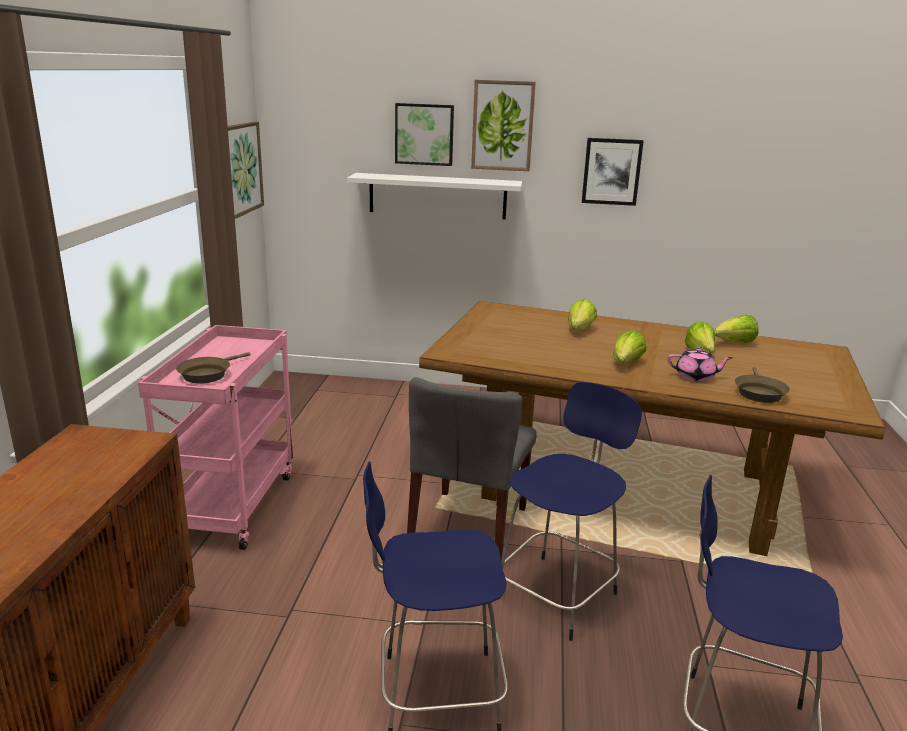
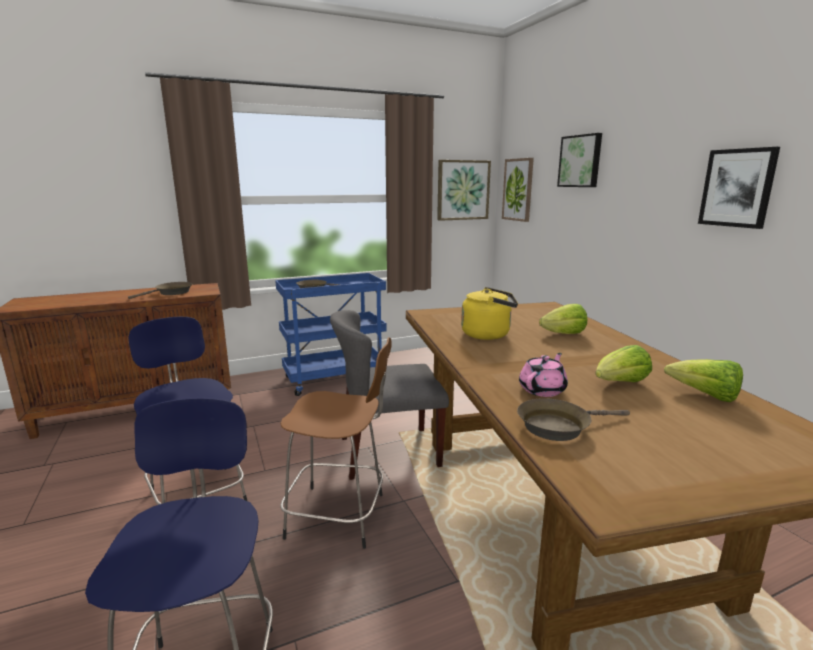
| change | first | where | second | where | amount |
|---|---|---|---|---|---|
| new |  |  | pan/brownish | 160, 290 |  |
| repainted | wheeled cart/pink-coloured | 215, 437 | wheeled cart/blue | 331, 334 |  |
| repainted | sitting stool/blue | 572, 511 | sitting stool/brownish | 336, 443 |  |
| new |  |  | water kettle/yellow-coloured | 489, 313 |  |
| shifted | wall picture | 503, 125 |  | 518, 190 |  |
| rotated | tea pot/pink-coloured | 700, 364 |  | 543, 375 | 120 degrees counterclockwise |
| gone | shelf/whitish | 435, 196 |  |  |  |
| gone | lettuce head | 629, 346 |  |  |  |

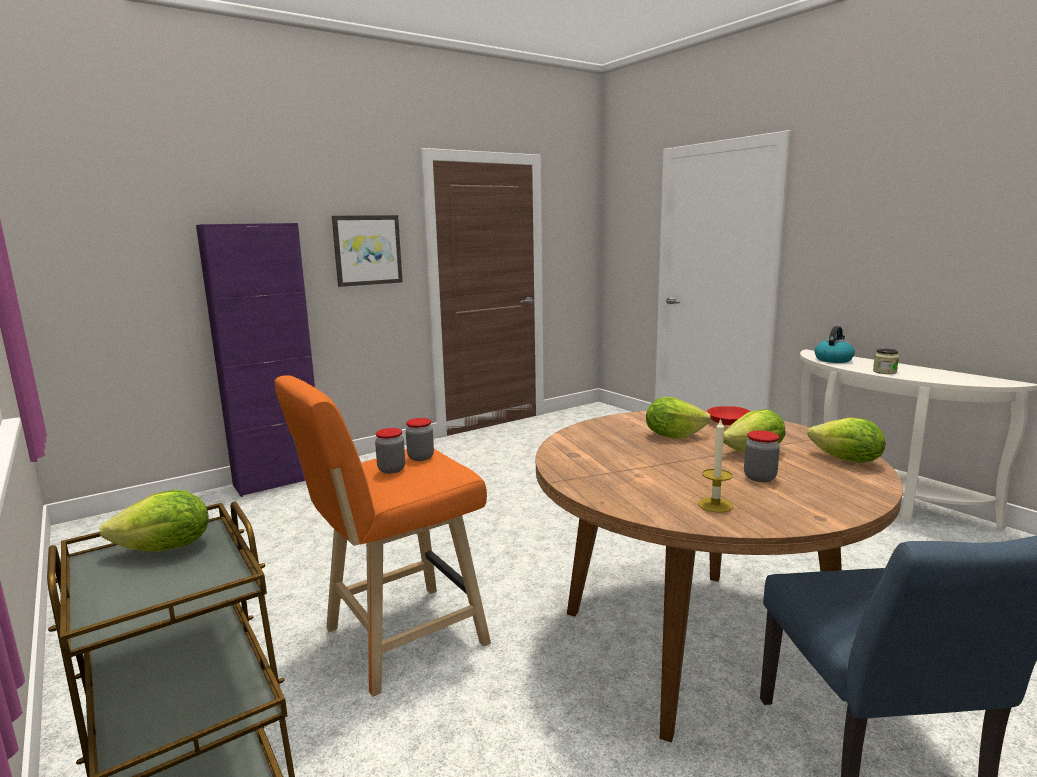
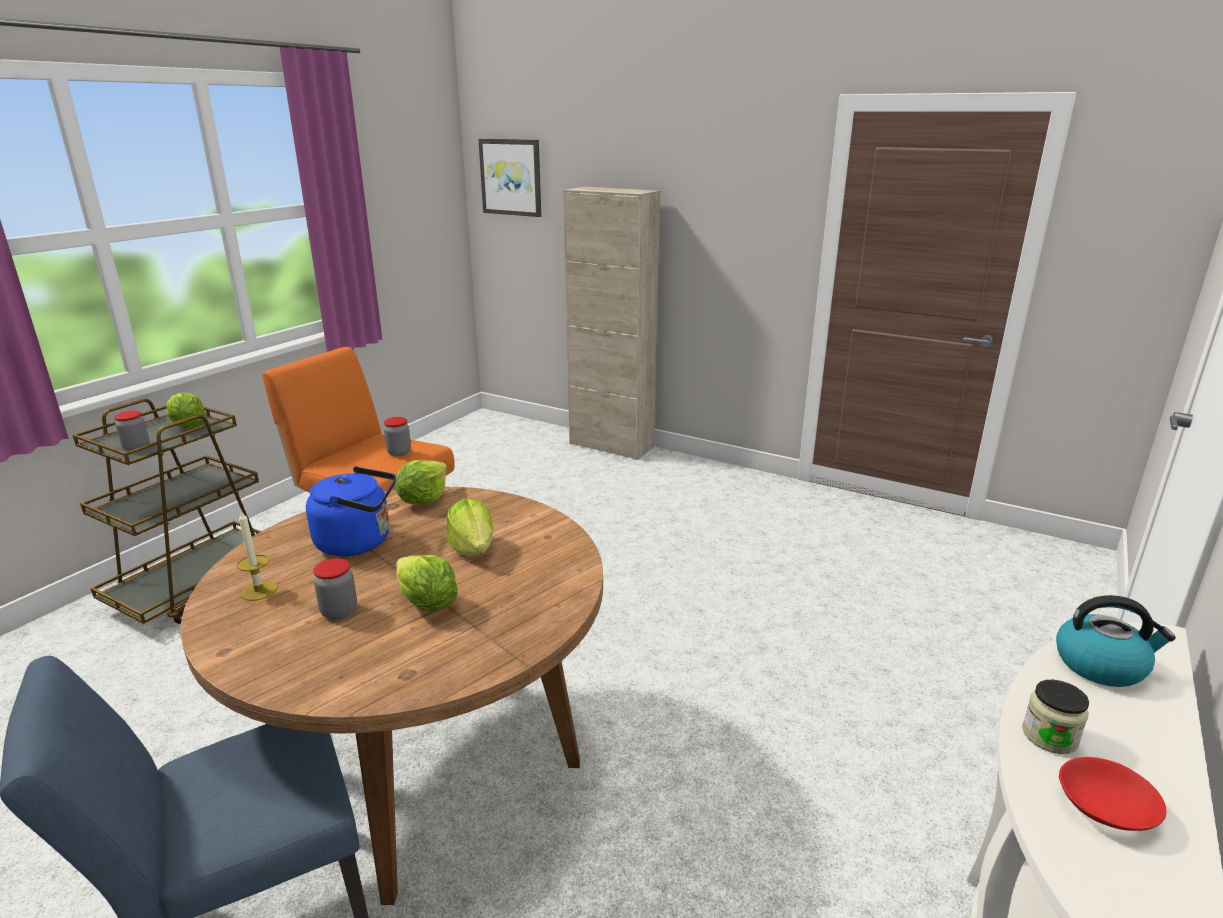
| change | first | where | second | where | amount |
|---|---|---|---|---|---|
| shifted | storage jar | 390, 451 |  | 132, 431 |  |
| new |  |  | water kettle/blue | 351, 511 |  |
| shifted | lettuce head | 846, 440 |  | 421, 482 |  |
| shifted | wall picture | 367, 251 |  | 510, 178 |  |
| repainted | cupboard/purplish | 255, 360 | cupboard/sand-coloured | 611, 323 |  |
| shifted | bowl/red-coloured | 729, 415 |  | 1113, 794 |  |

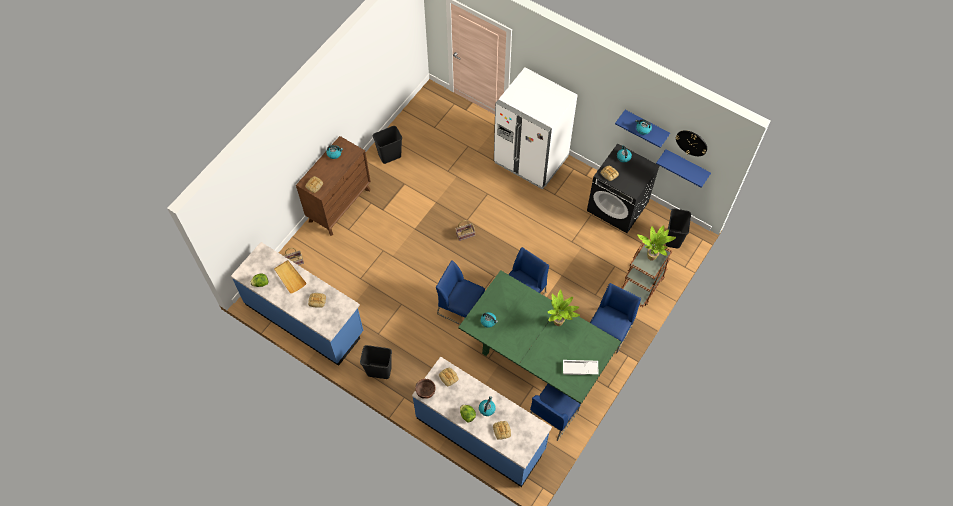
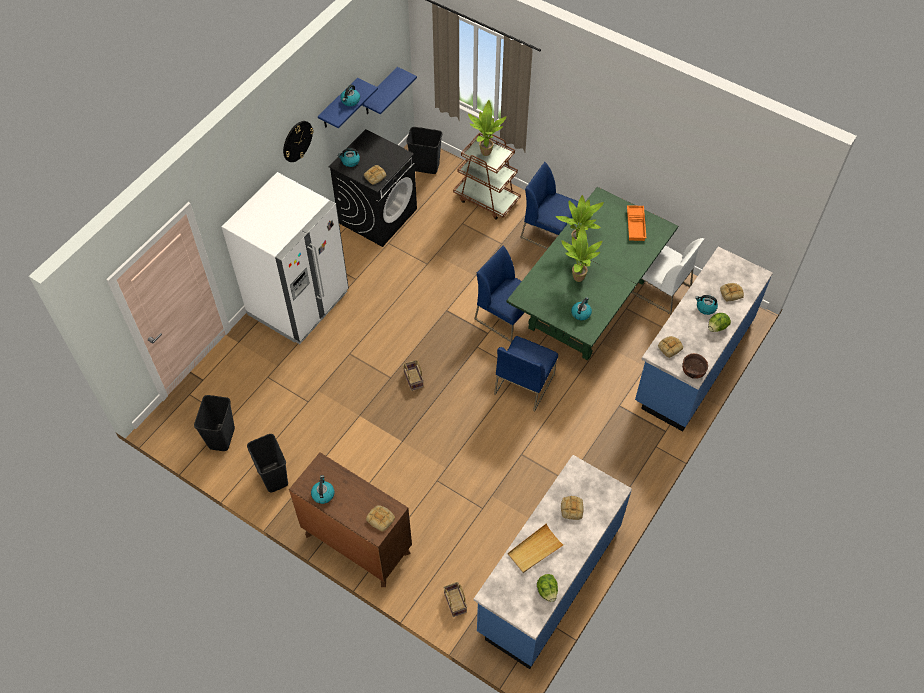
| change | first | where | second | where | amount |
|---|---|---|---|---|---|
| shifted | waste bin/blackish | 376, 362 |  | 214, 423 |  |
| shifted | clock on the wall | 691, 143 |  | 298, 141 |  |
| new |  |  | houseplant | 581, 253 |  |
| repainted | serving tray/whitish | 581, 367 | serving tray/orange-coloured | 636, 223 |  |
| repainted | upright chair/blue | 555, 412 | upright chair/whitish | 668, 276 |  |

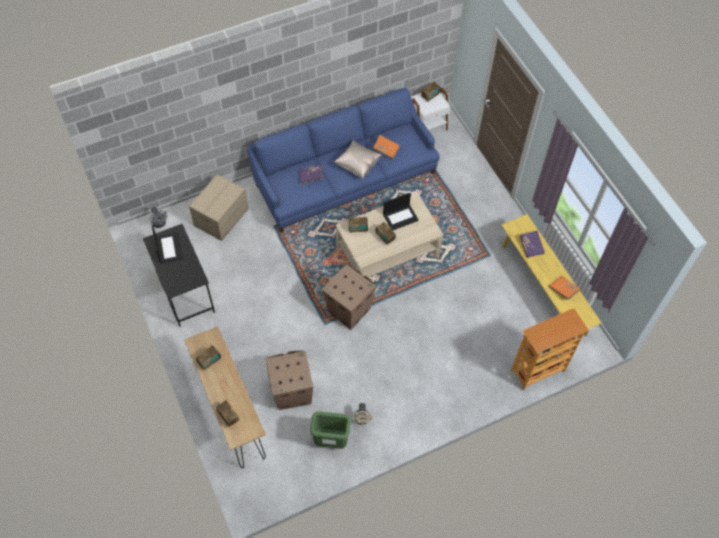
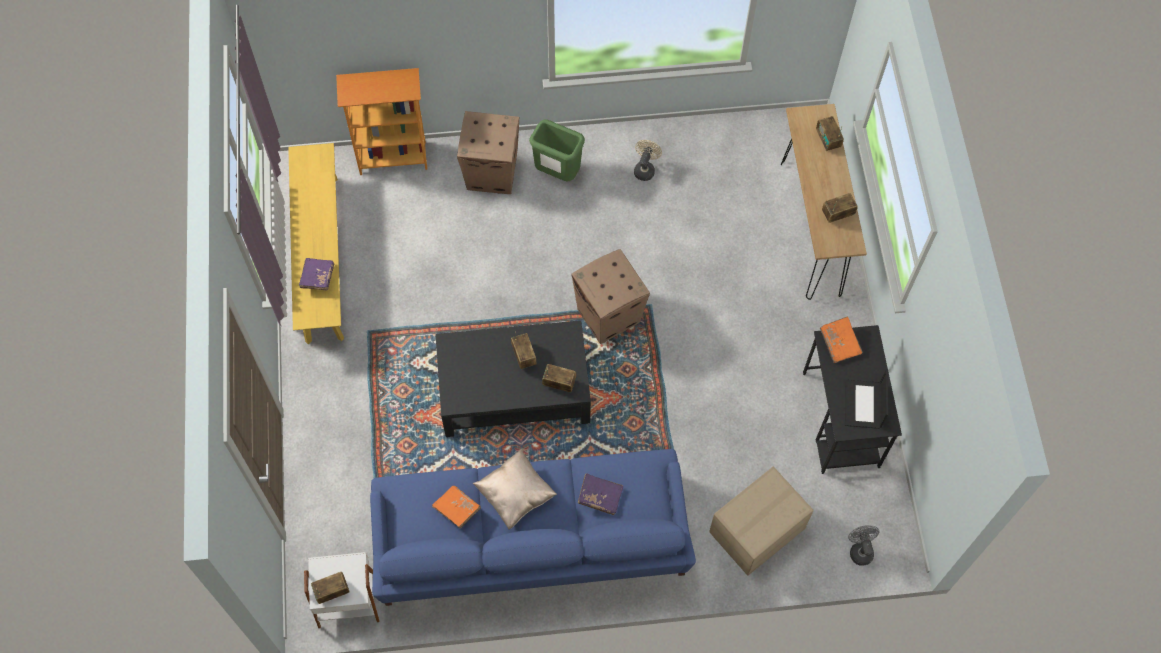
| change | first | where | second | where | amount |
|---|---|---|---|---|---|
| repainted | coffee table/sand-coloured | 390, 235 | coffee table/blackish | 513, 378 |  |
| shifted | carton | 289, 380 |  | 488, 152 |  |
| shifted | waste bin/green | 330, 430 |  | 557, 150 |  |
| shifted | volume/orange-coloured | 564, 288 |  | 841, 339 |  |
| gone | notebook computer | 401, 211 |  |  |  |

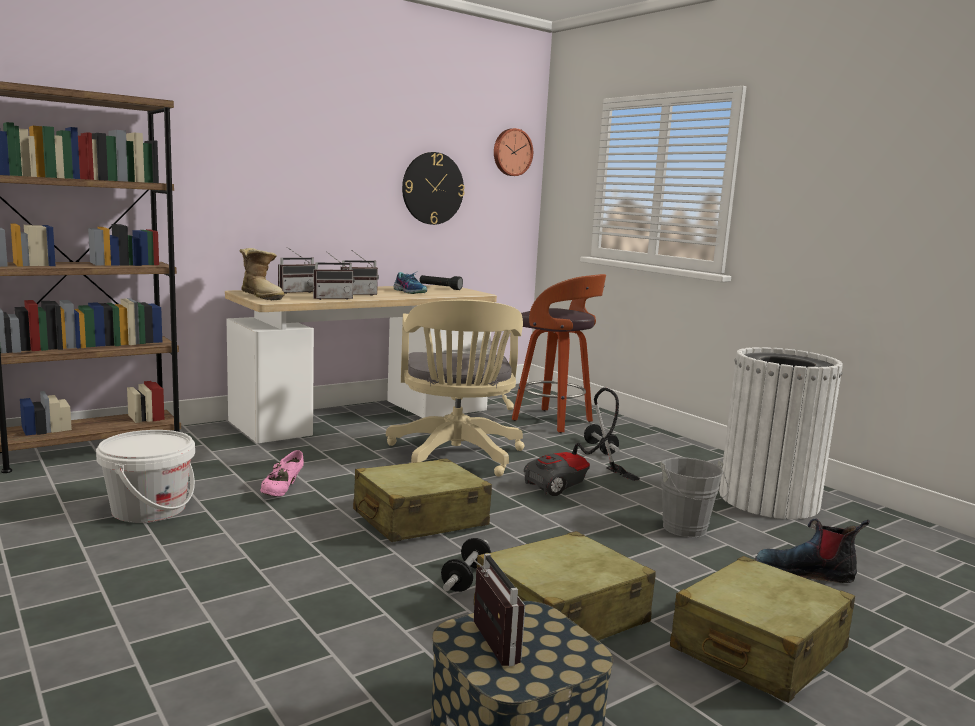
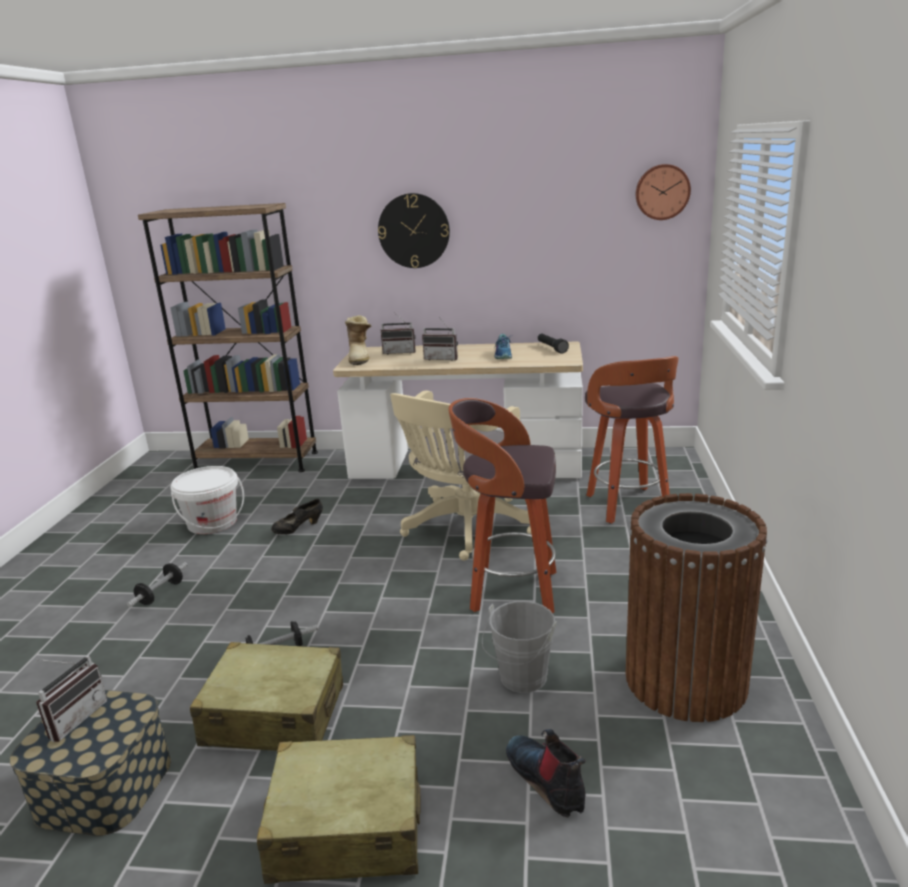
| change | first | where | second | where | amount |
|---|---|---|---|---|---|
| shifted | hand weight | 602, 439 |  | 157, 584 |  |
| repainted | low shoe/pink-coloured | 282, 473 | low shoe/blackish | 297, 516 |  |
| shifted | clock on the wall | 433, 188 |  | 414, 230 |  |
| swapped | hoover | 582, 442 | sitting stool | 502, 505 |  |
| repainted | waste bin/whitish | 781, 433 | waste bin/brownish | 697, 607 |  |
| gone | radio set | 334, 275 |  |  |  |
| gone | travel case/sand-coloured | 422, 500 |  |  |  |

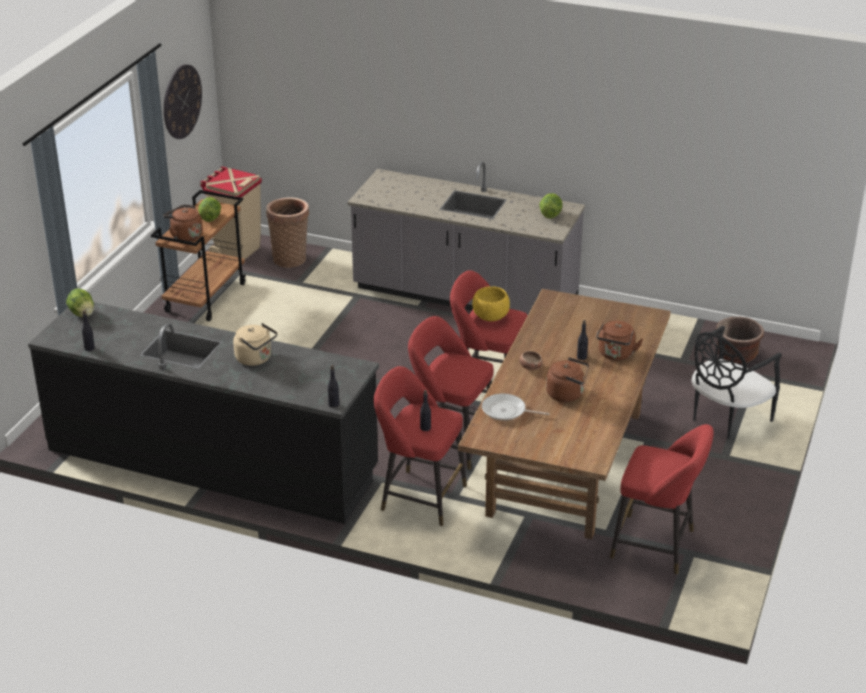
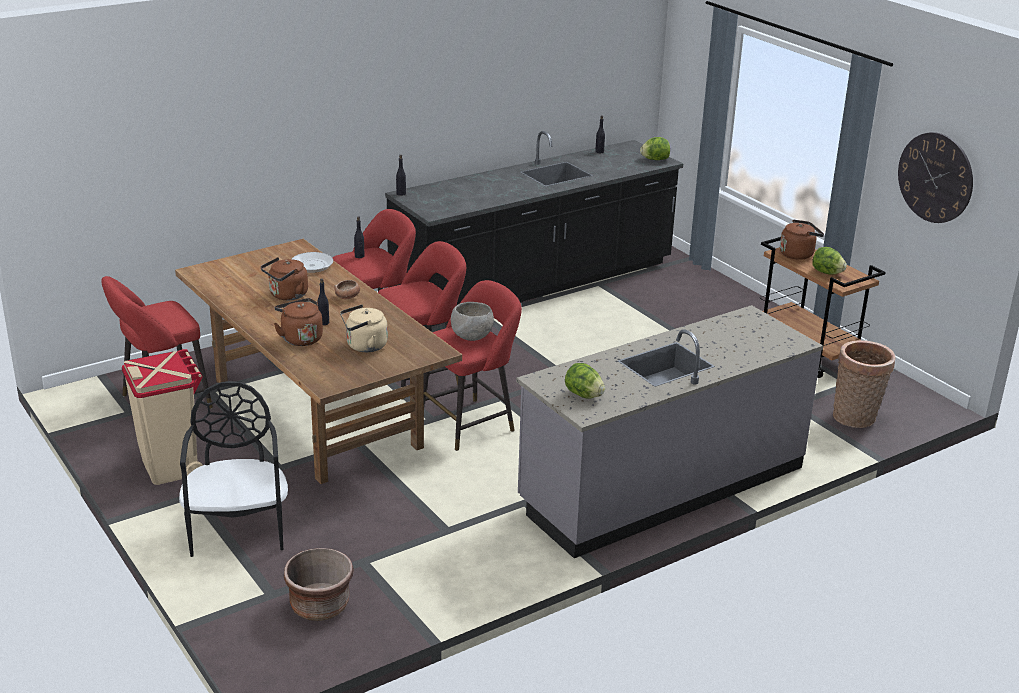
| change | first | where | second | where | amount |
|---|---|---|---|---|---|
| shifted | waste bin/sand-coloured | 231, 213 |  | 162, 417 |  |
| shifted | water kettle/sand-coloured | 255, 344 |  | 364, 328 |  |
| repainted | bowl/yellow-coloured | 491, 303 | bowl/grey | 472, 321 |  |

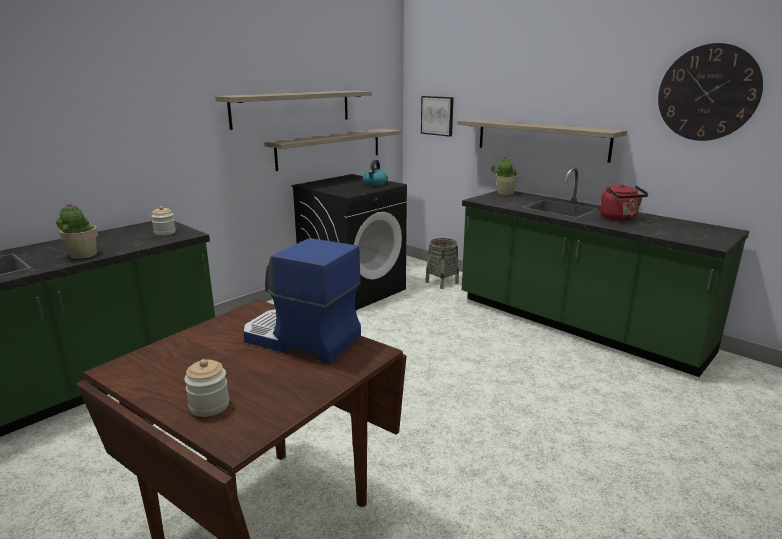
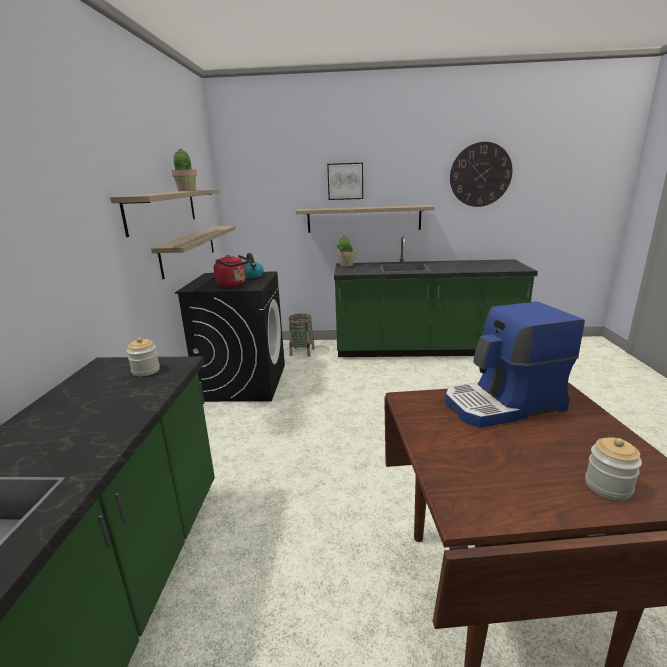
| change | first | where | second | where | amount |
|---|---|---|---|---|---|
| shifted | houseplant | 77, 231 |  | 184, 170 |  |
| shifted | water kettle/red-coloured | 624, 202 |  | 232, 271 |  |
| shifted | wall picture | 437, 116 |  | 345, 181 |  |

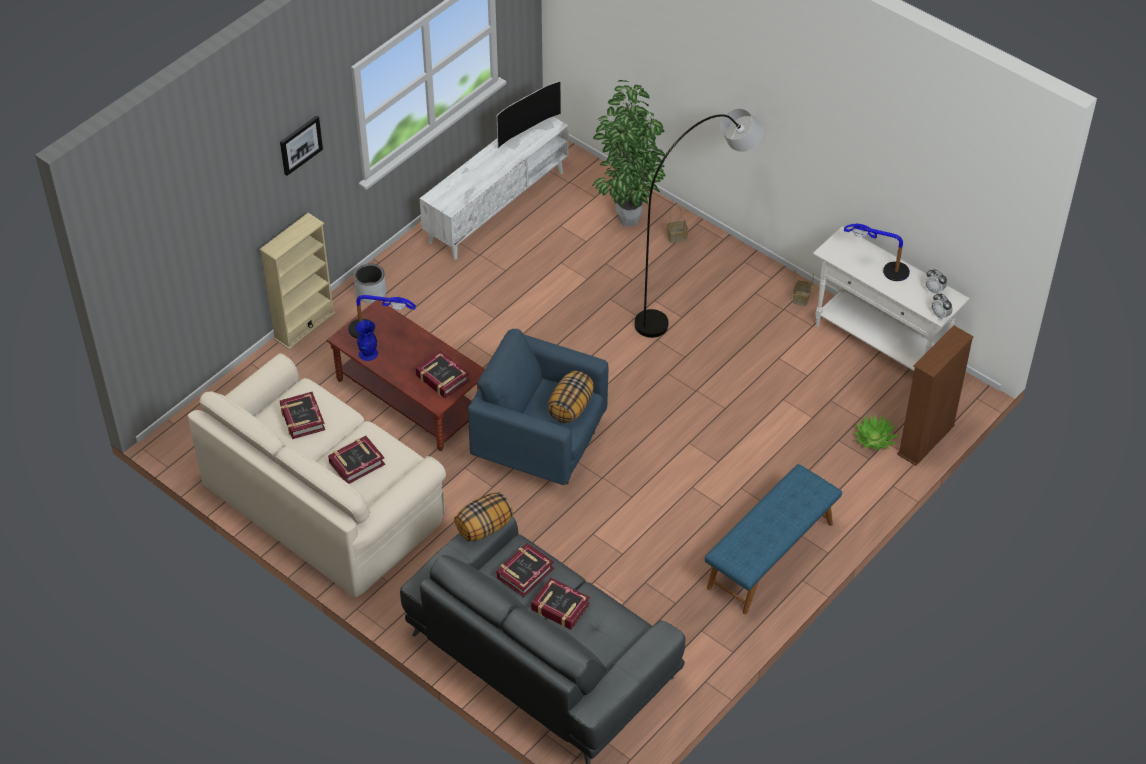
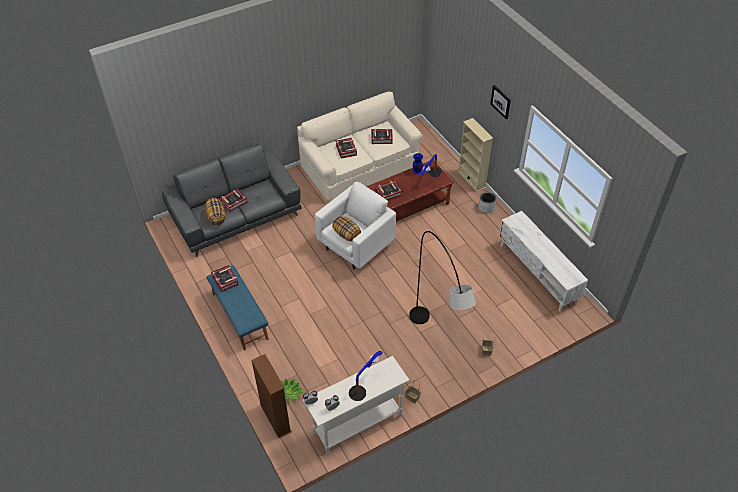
| change | first | where | second | where | amount |
|---|---|---|---|---|---|
| shifted | pillow | 483, 517 |  | 215, 211 |  |
| shifted | volume | 525, 570 |  | 225, 278 |  |
| repainted | armchair/blue | 538, 407 | armchair/whitish | 355, 226 |  |
| gone | TV set | 529, 115 |  |  |  |
| gone | houseplant | 629, 153 |  |  |  |

